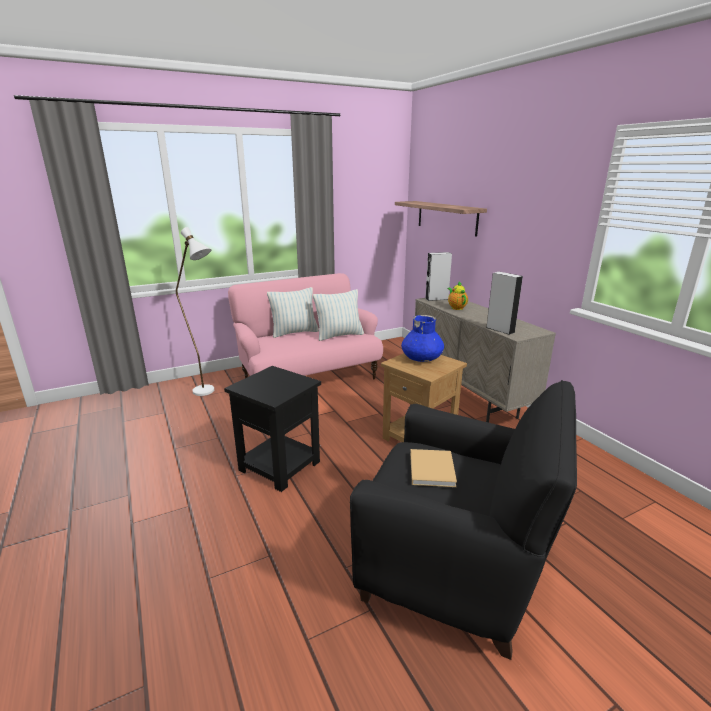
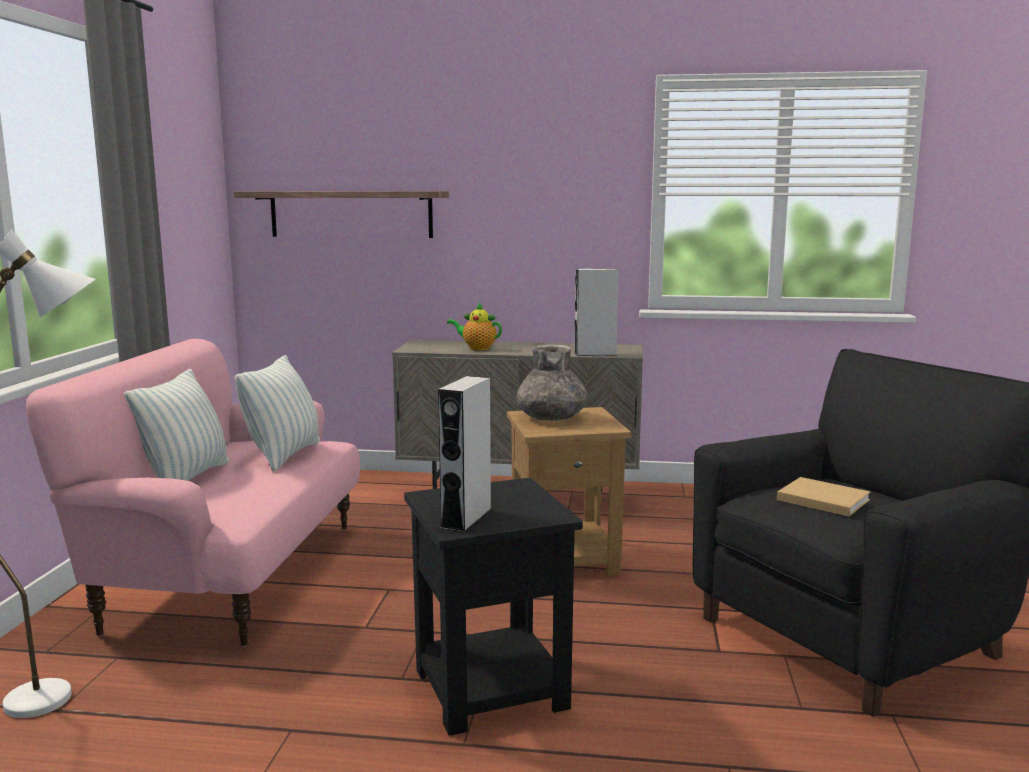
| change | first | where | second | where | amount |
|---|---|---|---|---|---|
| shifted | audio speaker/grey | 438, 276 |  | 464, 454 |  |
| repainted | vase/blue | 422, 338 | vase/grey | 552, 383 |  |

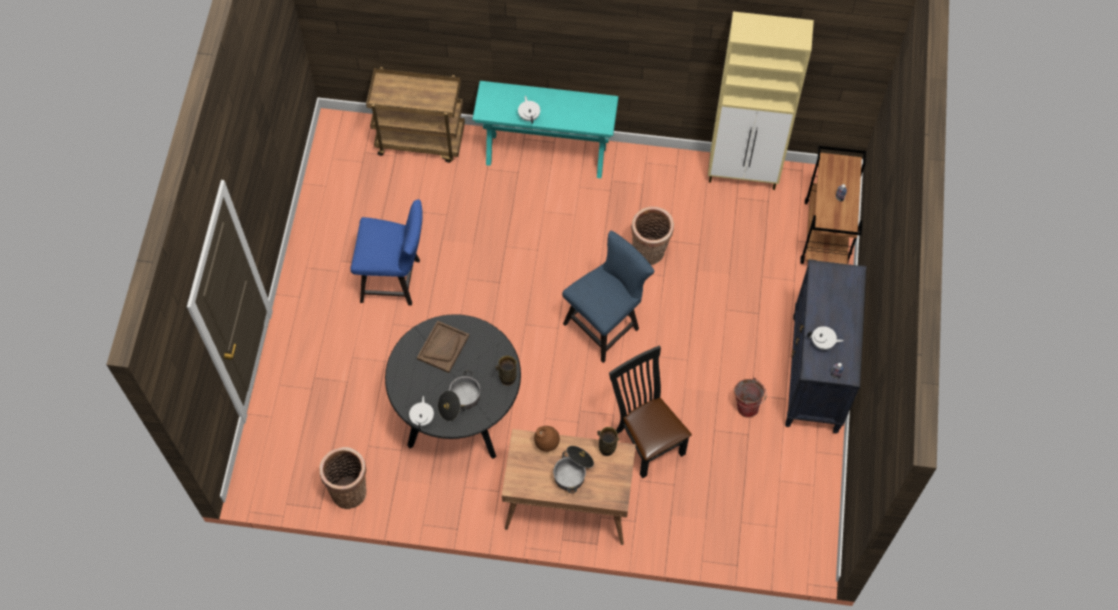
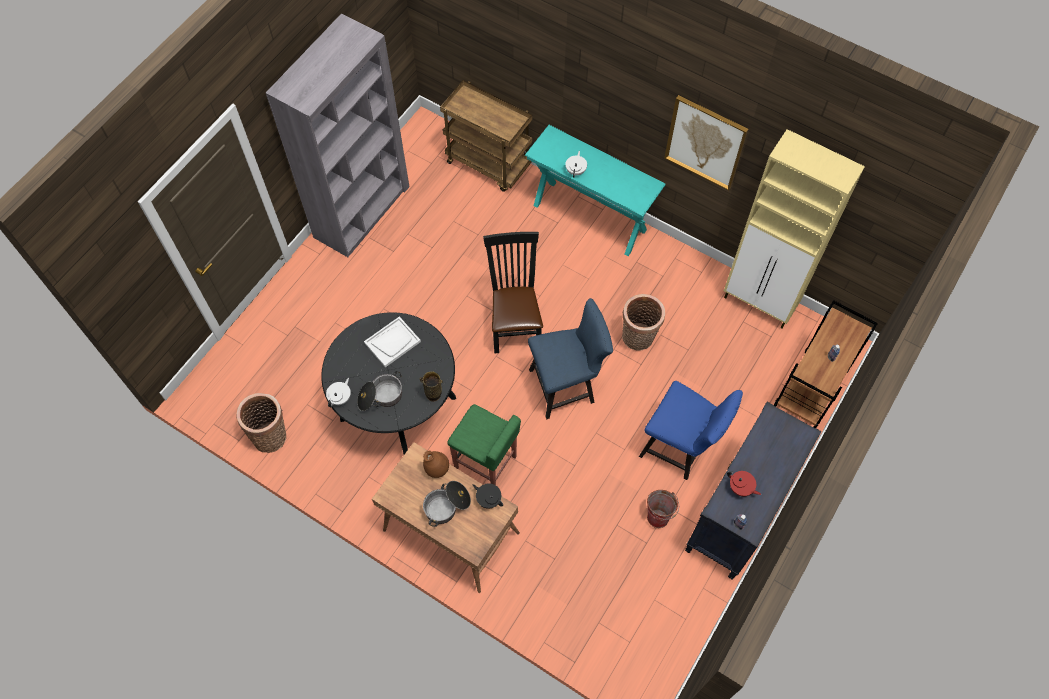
| change | first | where | second | where | amount |
|---|---|---|---|---|---|
| new |  |  | bookshelf/grey | 338, 135 |  |
| repainted | serving tray/brownish | 443, 347 | serving tray/whitish | 392, 341 |  |
| new |  |  | sitting stool/green | 484, 444 |  |
| swapped | vase | 608, 441 | tea pot/blackish | 487, 496 |  |
| shifted | upright chair/blackish | 650, 412 |  | 513, 292 |  |
| shifted | upright chair/blue | 386, 252 |  | 691, 430 |  |
| new |  |  | wall picture | 706, 143 |  |
| repainted | tea pot/whitish | 825, 338 | tea pot/red-coloured | 744, 483 |  |

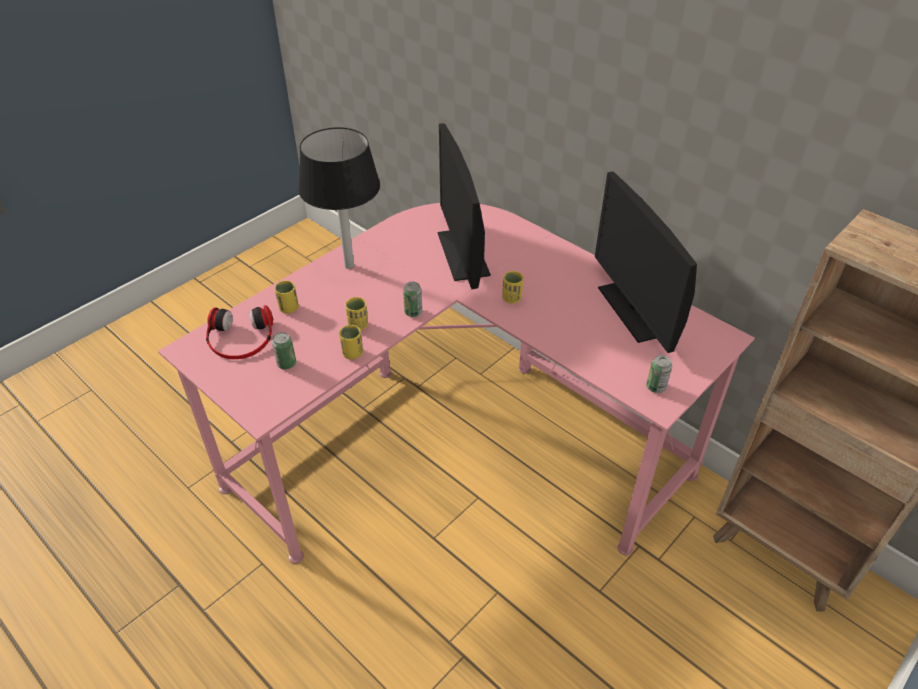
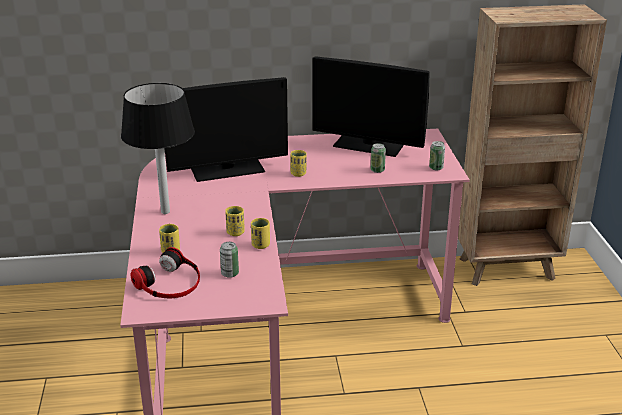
| change | first | where | second | where | amount |
|---|---|---|---|---|---|
| rotated | computer display | 464, 206 |  | 226, 129 | 45 degrees counterclockwise |
| shifted | metal can | 412, 299 |  | 378, 158 |  |

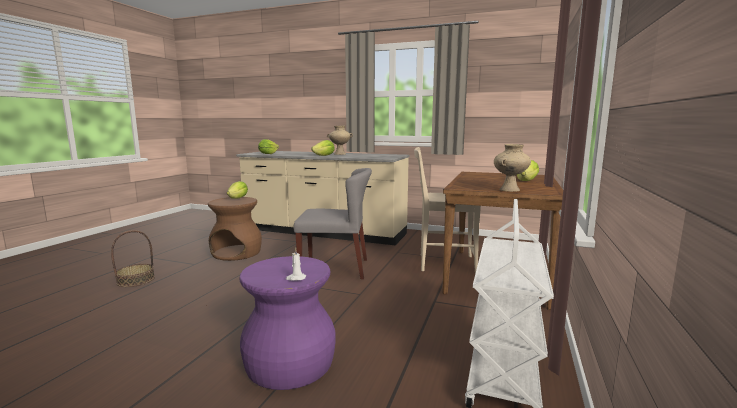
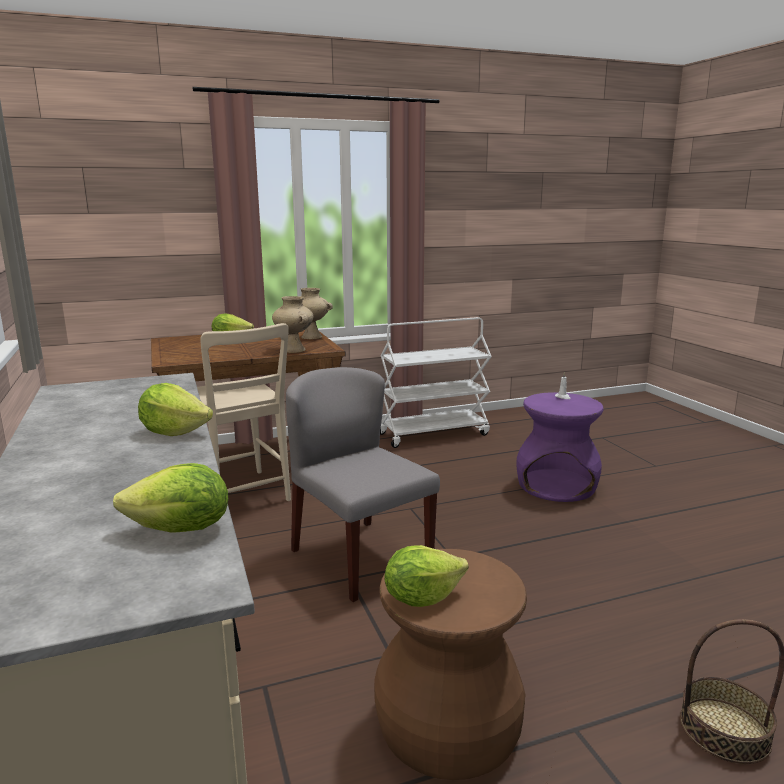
| change | first | where | second | where | amount |
|---|---|---|---|---|---|
| shifted | vase/sand-coloured | 340, 140 |  | 292, 324 |  |

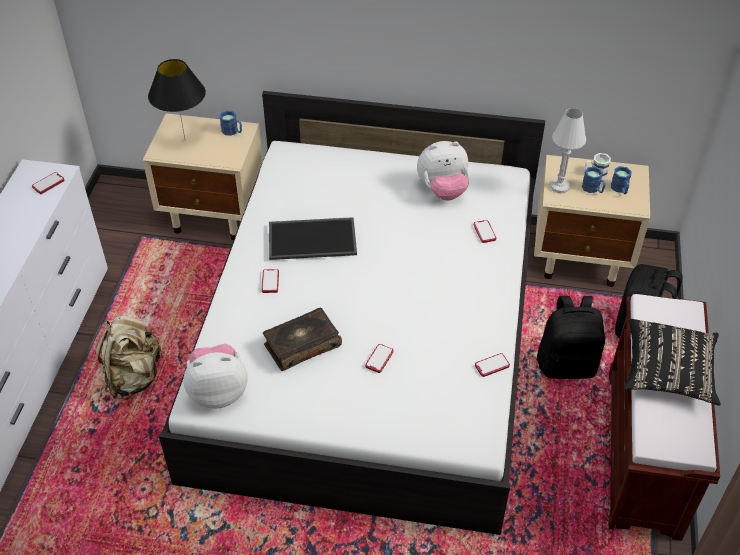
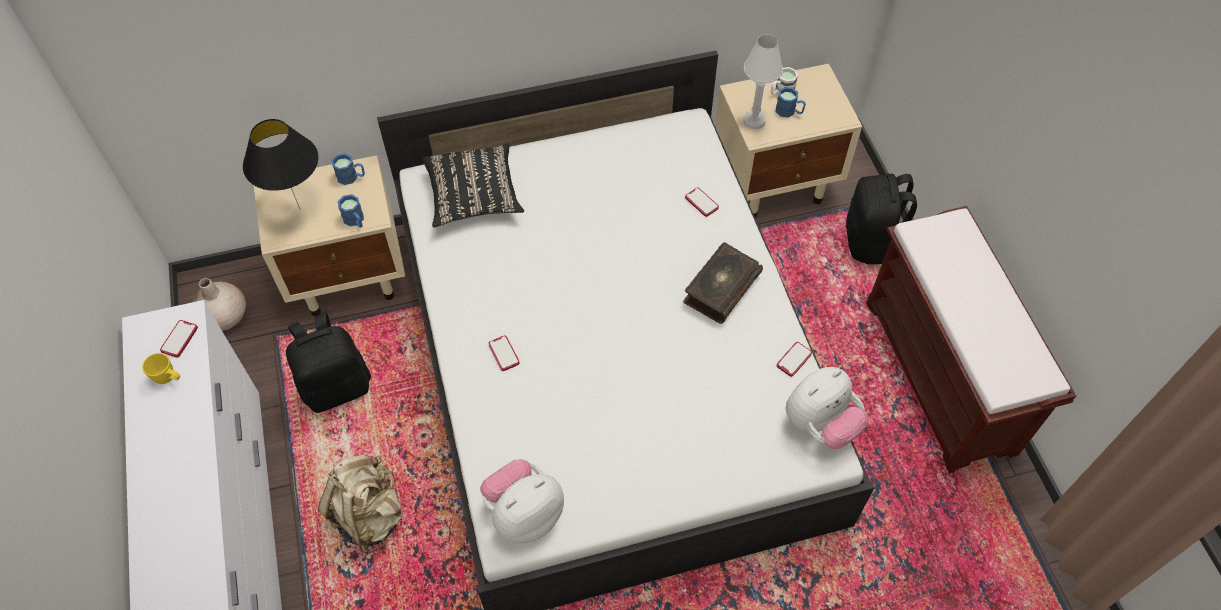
| change | first | where | second | where | amount |
|---|---|---|---|---|---|
| new |  |  | mug/yellow-coloured | 161, 368 |  |
| new |  |  | vase/sand-coloured | 219, 304 |  |
| shifted | knapsack/blackish | 571, 337 |  | 328, 363 |  |
| shifted | mug/blue | 621, 180 |  | 351, 211 |  |
| shifted | pillow/blackish | 672, 362 |  | 473, 185 |  |
| shifted | volume | 302, 339 |  | 723, 283 |  |
| shifted | plush toy | 443, 171 |  | 827, 408 |  |
| gone | serving tray | 313, 238 |  |  |  |
| gone | telephone | 379, 358 |  |  |  |

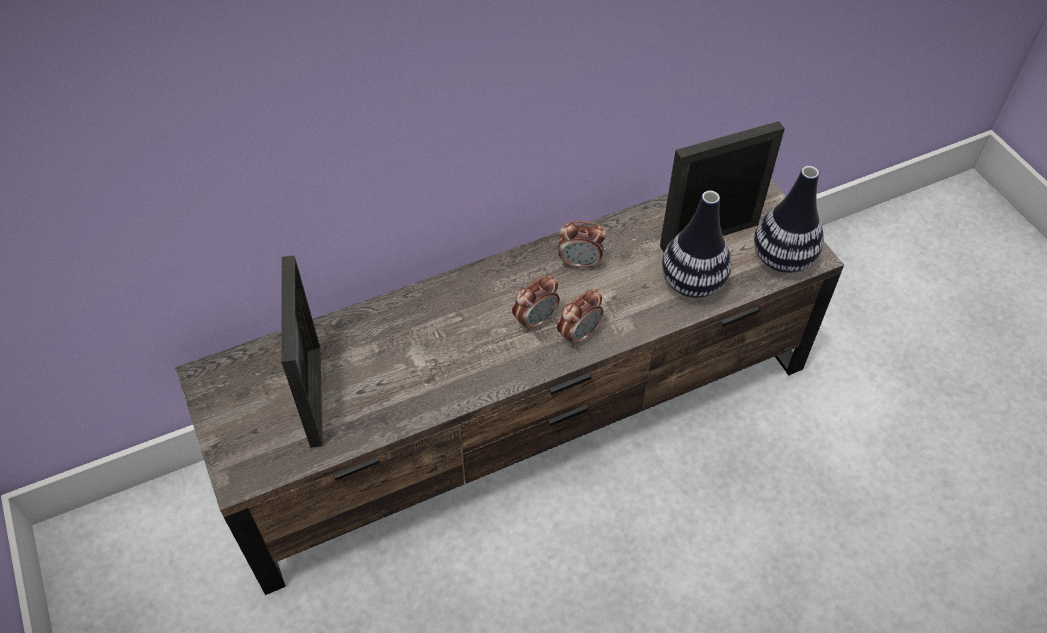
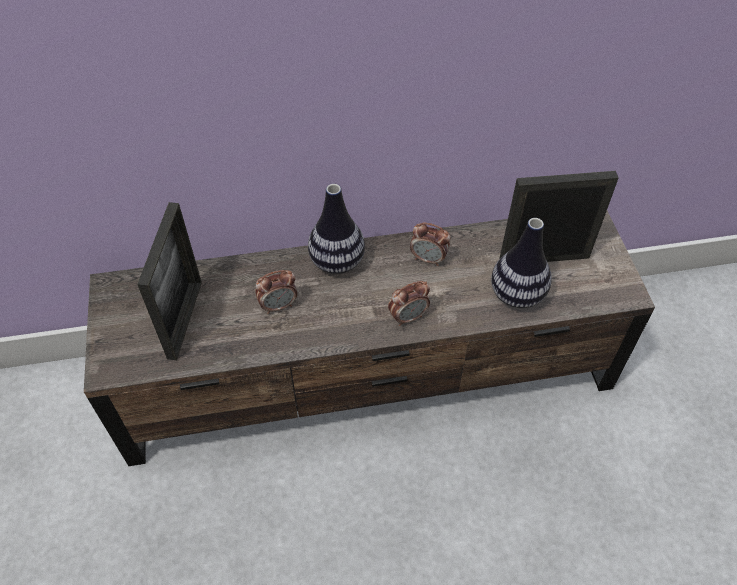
| change | first | where | second | where | amount |
|---|---|---|---|---|---|
| shifted | bedside clock | 536, 303 |  | 276, 292 |  |
| shifted | vase | 789, 219 |  | 336, 229 |  |

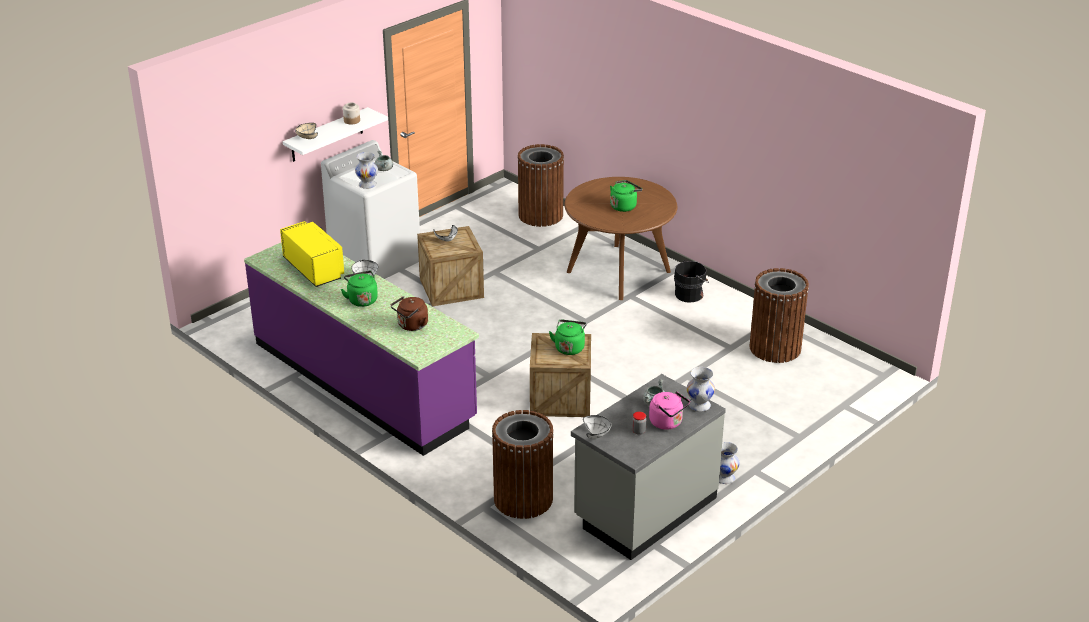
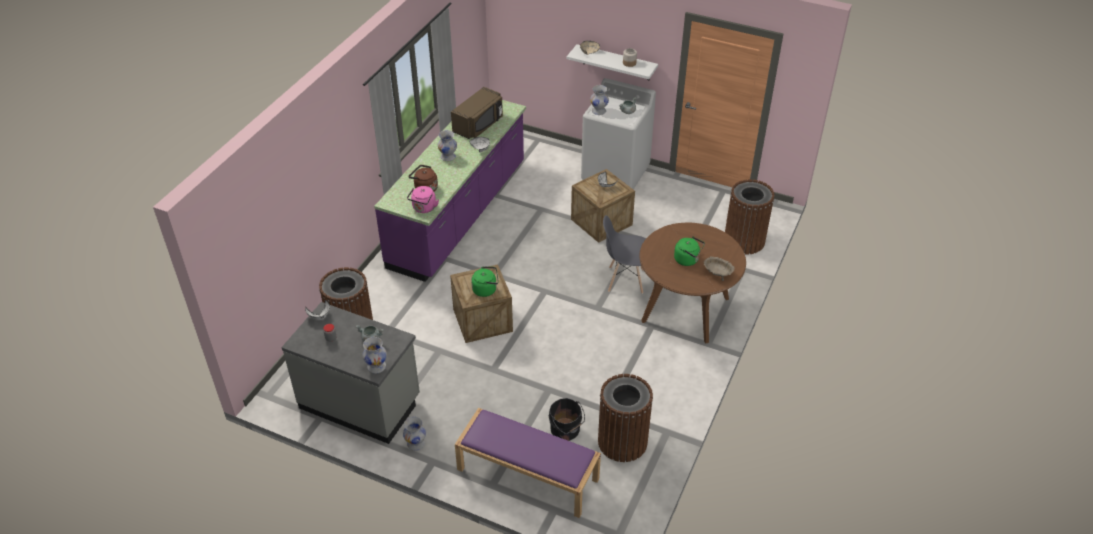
| change | first | where | second | where | amount |
|---|---|---|---|---|---|
| shifted | water kettle/pink-coloured | 669, 410 |  | 423, 199 |  |
| swapped | water kettle/green | 359, 289 | vase/whitish | 447, 145 |  |
| repainted | microwave/yellow-coloured | 312, 254 | microwave/brownish | 477, 113 |  |
| new |  |  | indoor bench/purplish | 528, 463 |  |
| shifted | water bucket/blackish | 691, 281 |  | 567, 419 |  |
| new |  |  | upright chair/grey | 624, 254 |  |
| new |  |  | bowl/sand-coloured | 719, 268 |  |

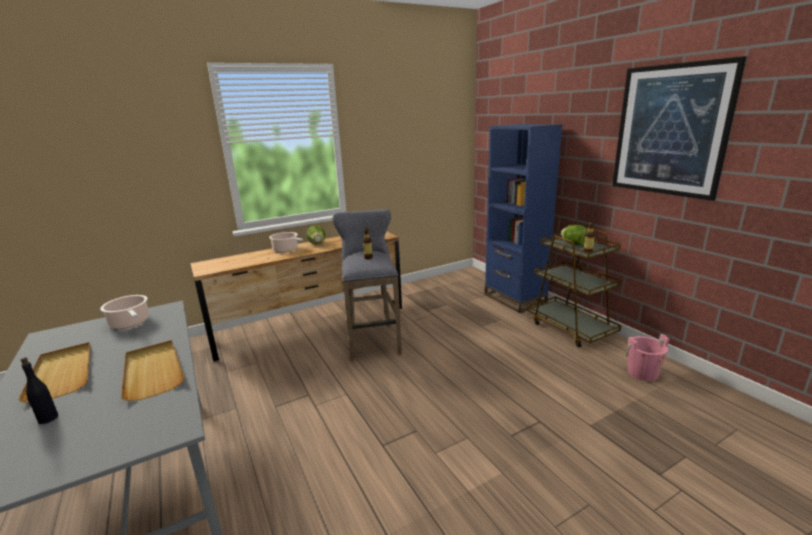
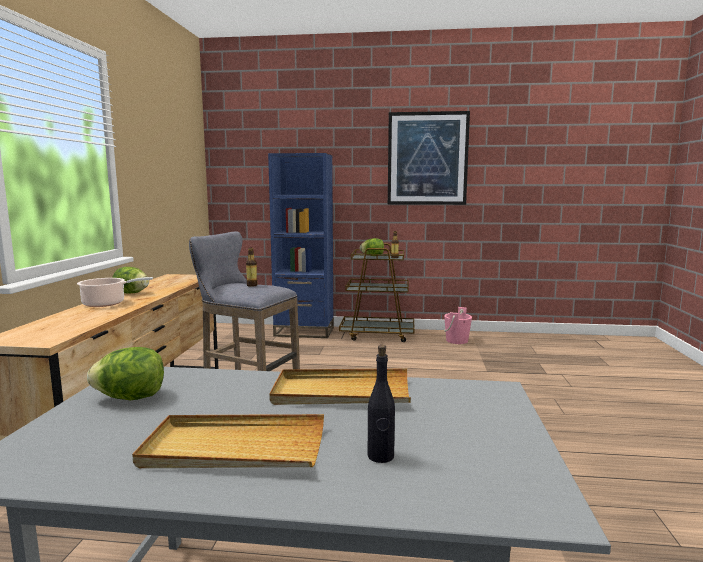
| change | first | where | second | where | amount |
|---|---|---|---|---|---|
| swapped | cooking pot | 124, 312 | lettuce head | 125, 373 |  |

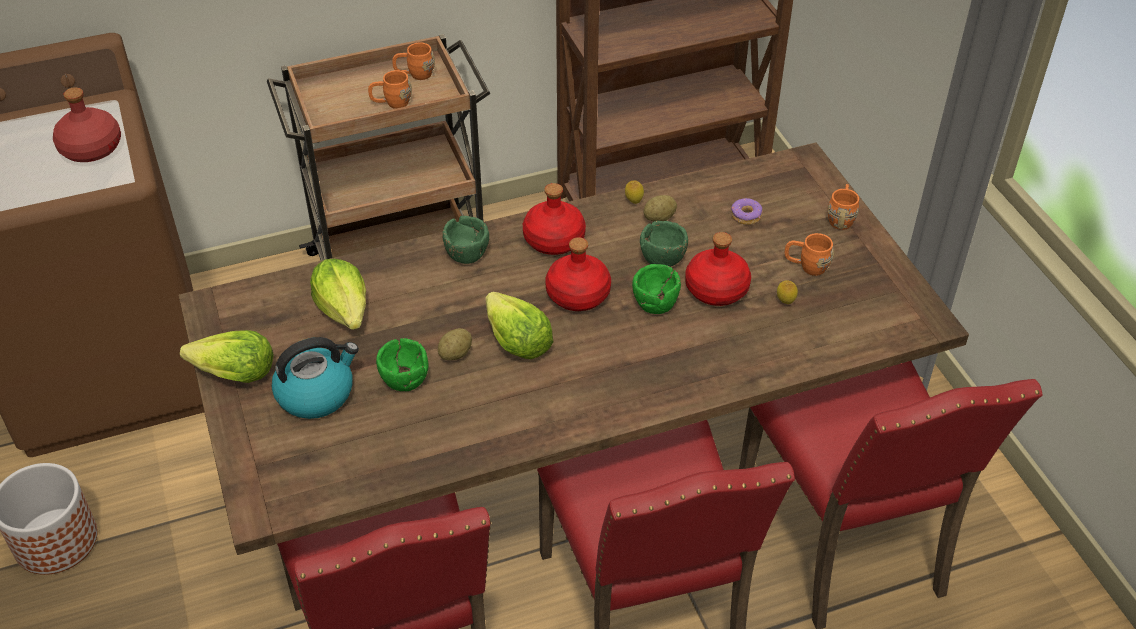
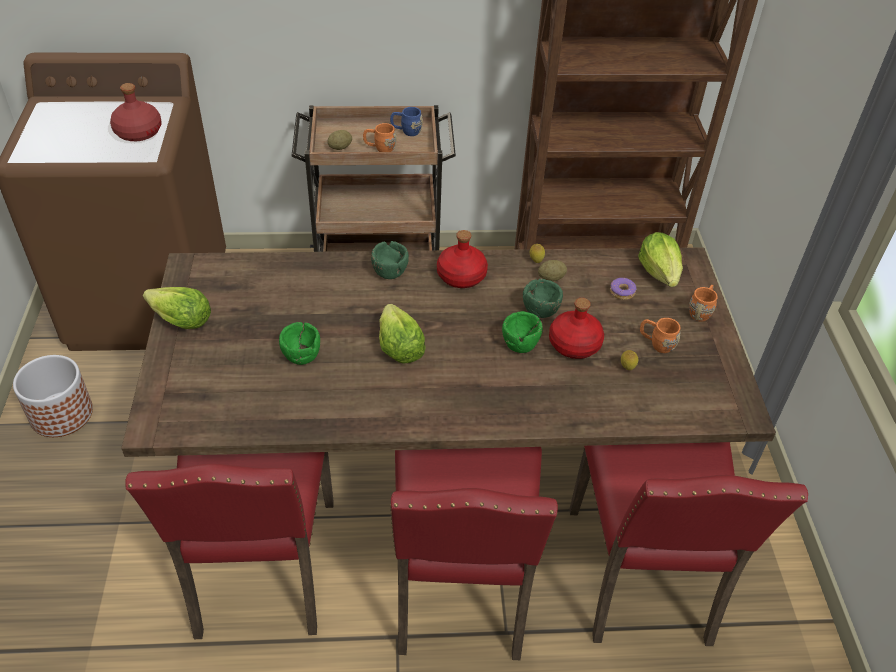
| change | first | where | second | where | amount |
|---|---|---|---|---|---|
| shifted | whole potato | 455, 344 |  | 339, 140 |  |
| repainted | mug/orange-coloured | 413, 61 | mug/blue | 406, 121 |  |
| shifted | lettuce head | 338, 294 |  | 660, 259 |  |
| gone | water kettle | 315, 378 |  |  |  |
| gone | drink bottle/red-coloured | 578, 274 |  |  |  |

